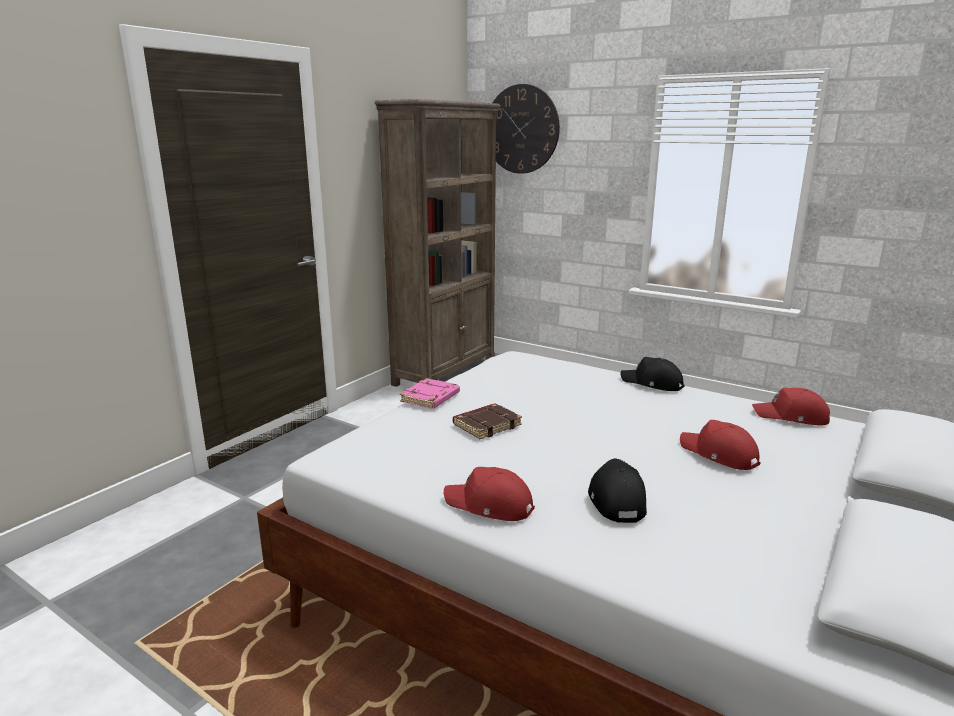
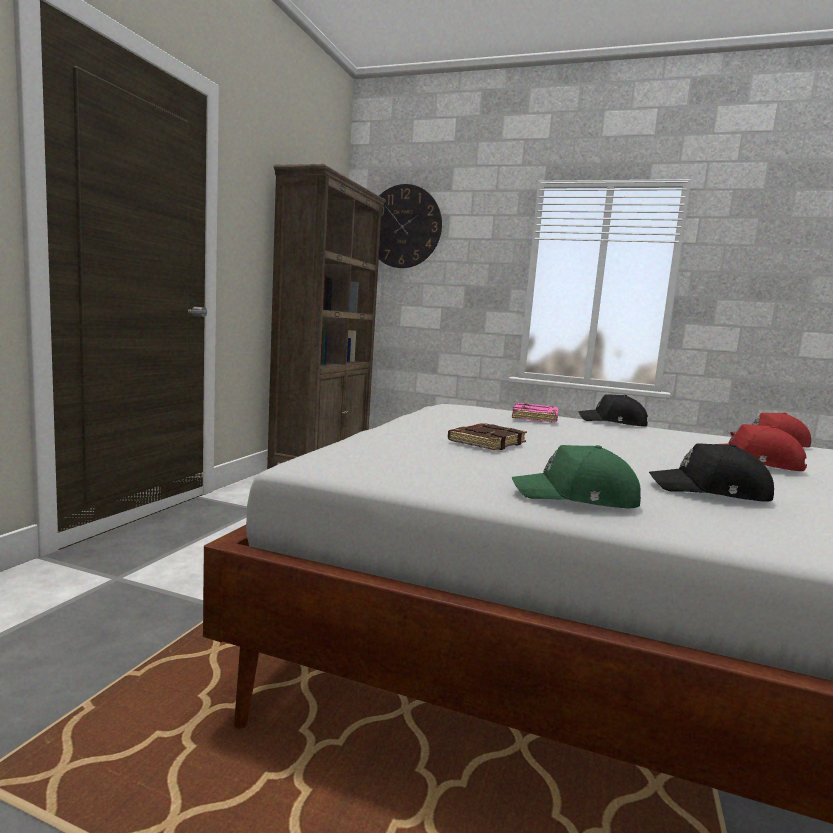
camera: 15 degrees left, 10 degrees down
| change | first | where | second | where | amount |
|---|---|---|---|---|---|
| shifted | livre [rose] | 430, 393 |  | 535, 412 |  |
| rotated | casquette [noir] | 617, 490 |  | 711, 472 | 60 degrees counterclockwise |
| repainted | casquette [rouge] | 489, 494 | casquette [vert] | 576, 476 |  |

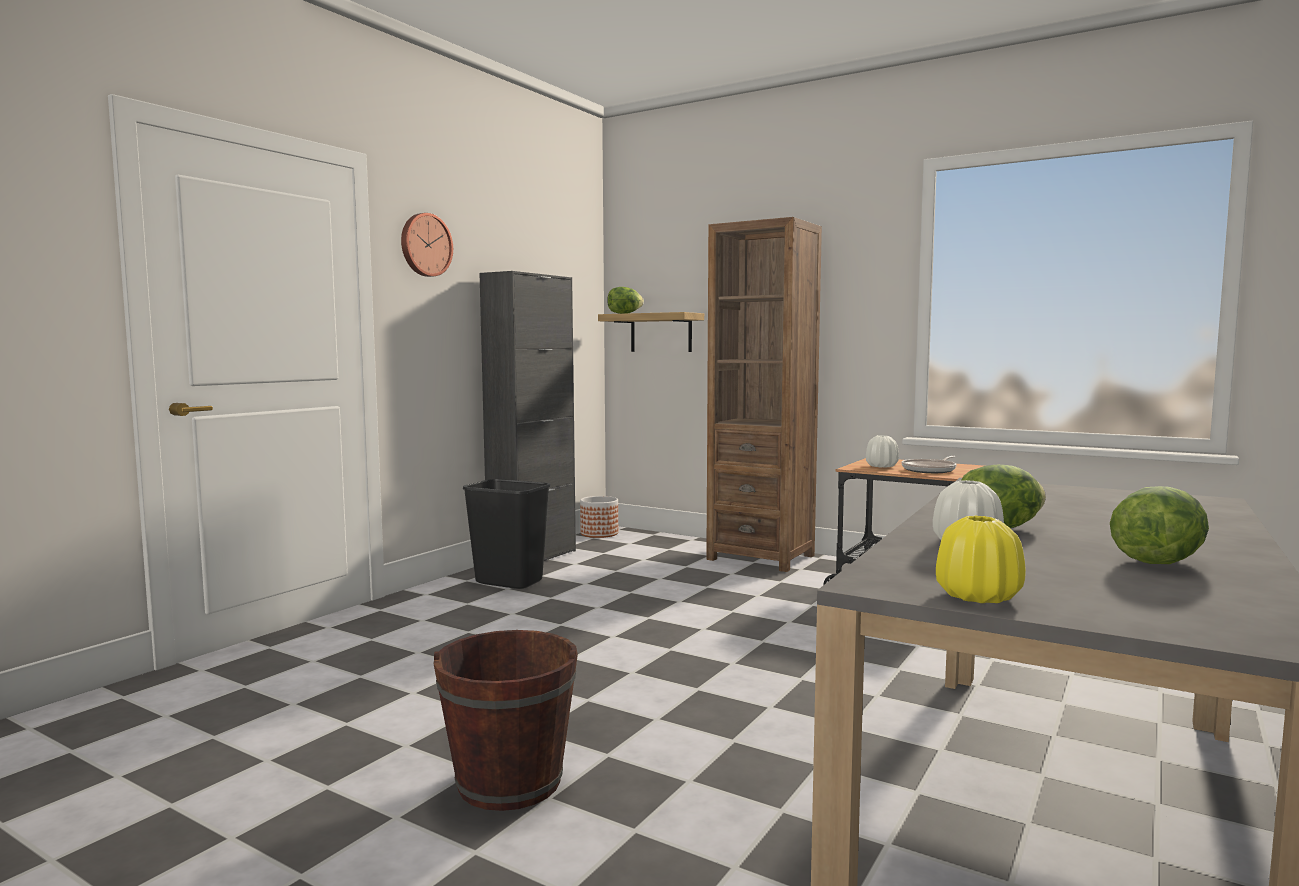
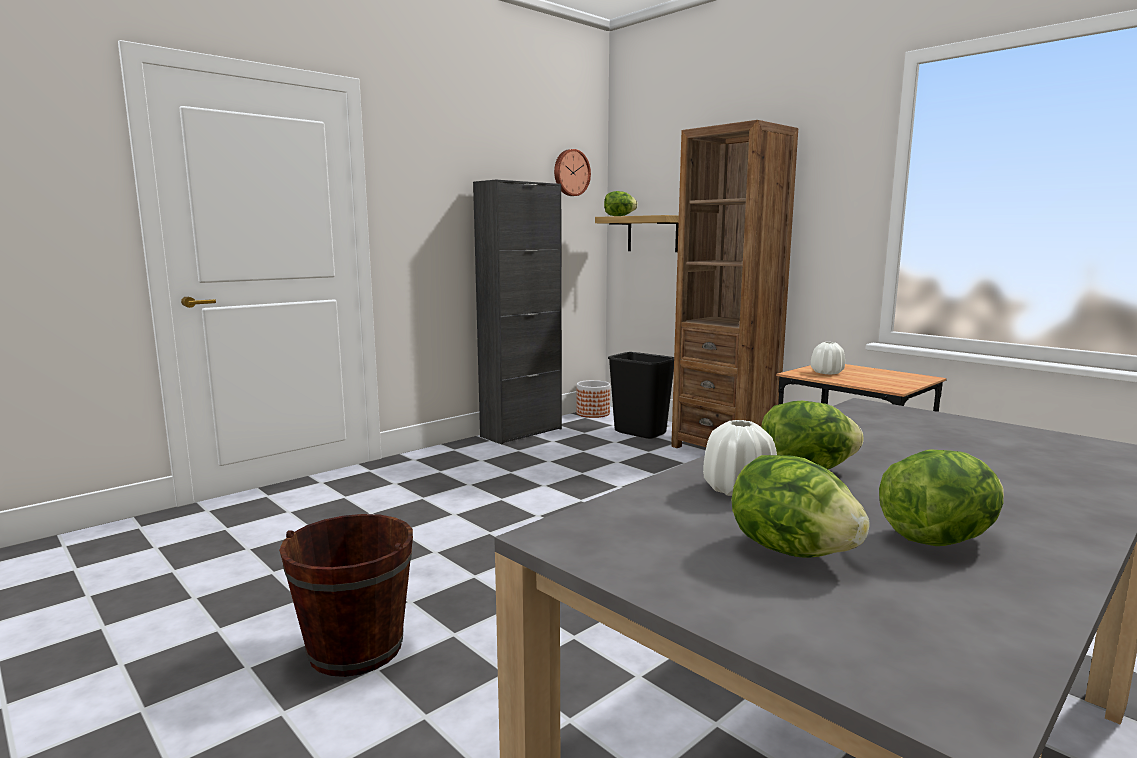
camera: 15 degrees right, 5 degrees up
| change | first | where | second | where | amount |
|---|---|---|---|---|---|
| shifted | horloge murale | 427, 245 |  | 572, 172 |  |
| gone | poêle | 929, 464 |  |  |  |
| shifted | poubelle [noir] | 506, 534 |  | 641, 395 |  |
| gone | vase [jaune] | 981, 559 |  |  |  |
| new |  |  | laitue | 800, 506 |  |

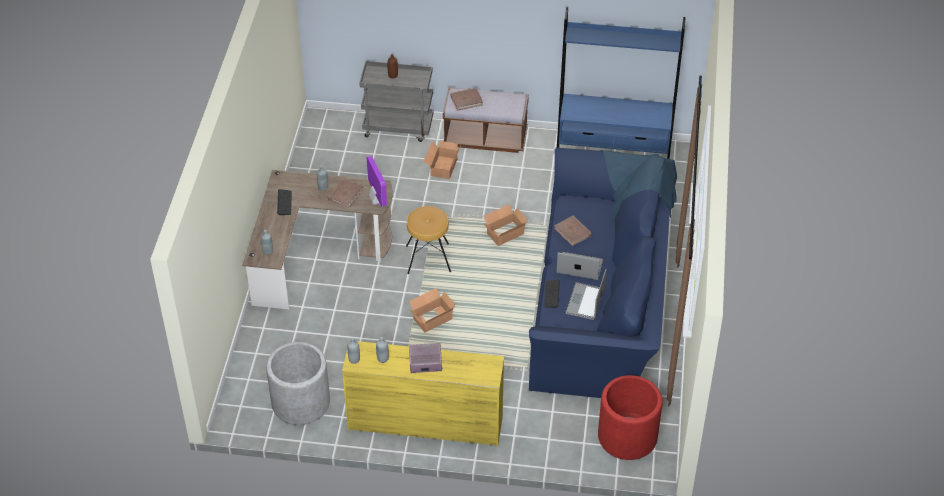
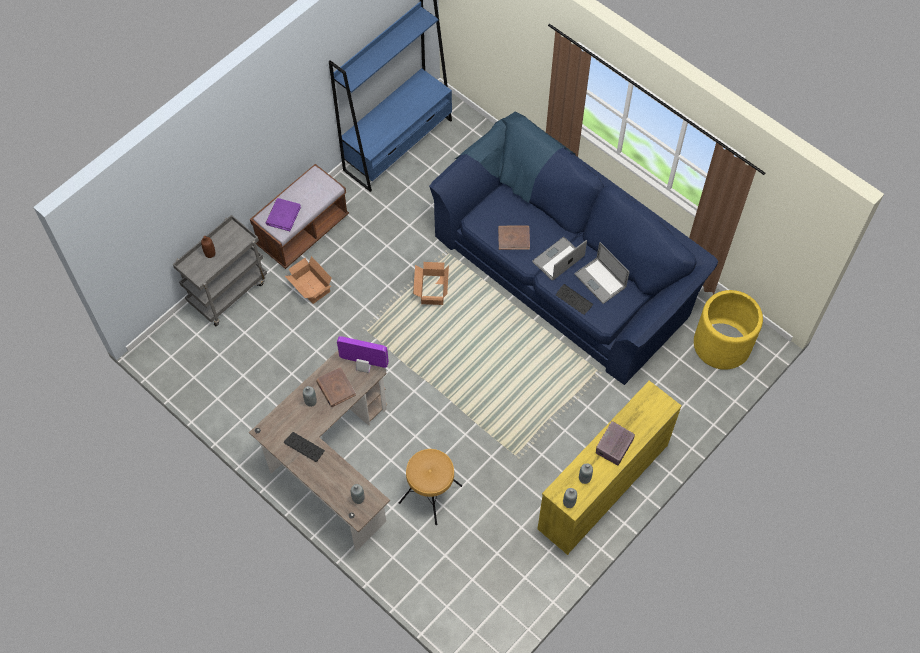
camera: 55 degrees left, 15 degrees up
| change | first | where | second | where | amount |
|---|---|---|---|---|---|
| repainted | livre [marron] | 466, 99 | livre [violet] | 283, 214 |  |
| shifted | tabouret [marron] | 428, 240 |  | 430, 487 |  |
| gone | carton | 432, 310 |  |  |  |
| gone | cache-pot [gris] | 298, 383 |  |  |  |
| repainted | cache-pot [rouge] | 630, 417 | cache-pot [jaune] | 728, 330 |  |

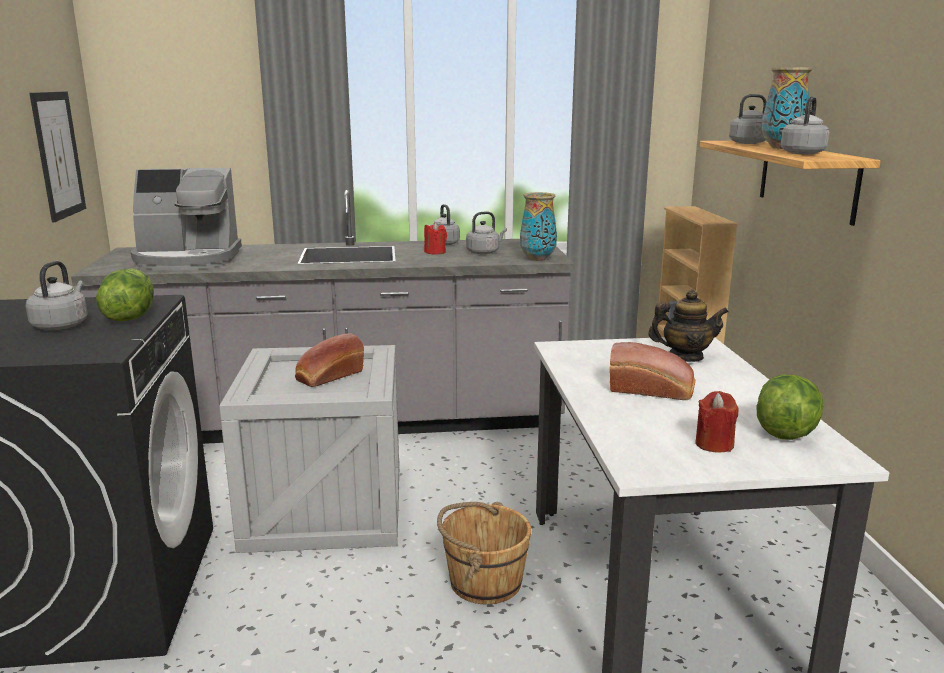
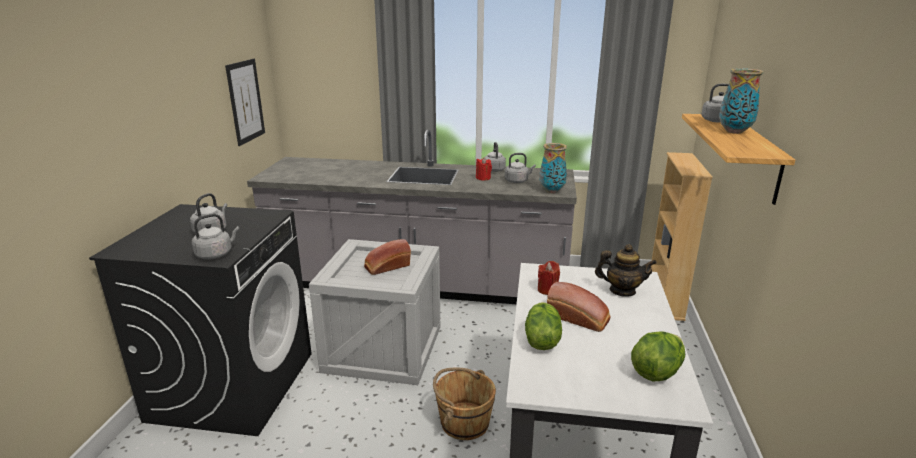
camera: 15 degrees right, 5 degrees up
| change | first | where | second | where | amount |
|---|---|---|---|---|---|
| shifted | bouilloire [gris] | 805, 125 |  | 215, 236 |  |
| gone | machine à café | 186, 219 |  |  |  |
| shifted | laitue | 125, 294 |  | 543, 326 |  |
| shifted | bougie [rouge] | 717, 421 |  | 549, 278 |  |

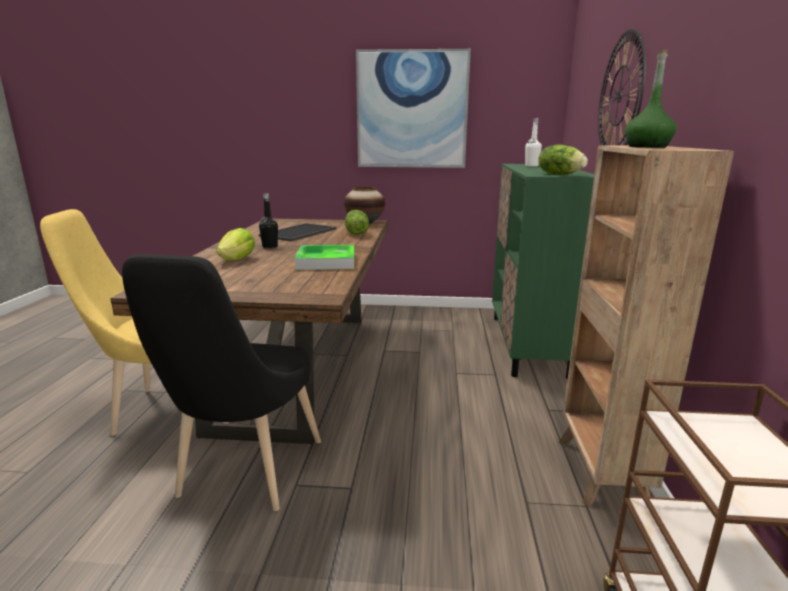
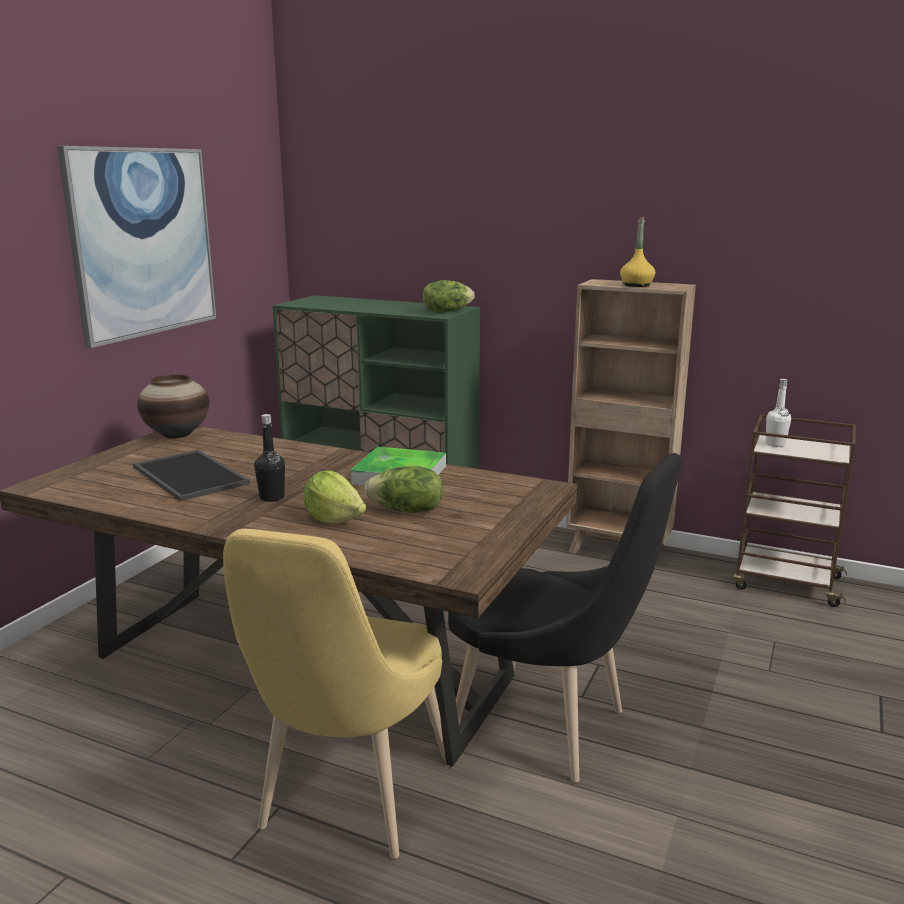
camera: 70 degrees left, 0 degrees up
| change | first | where | second | where | amount |
|---|---|---|---|---|---|
| gone | horloge murale | 622, 87 |  |  |  |
| repainted | bouteille [vert] | 651, 99 | bouteille [jaune] | 637, 252 |  |
| shifted | bouteille [blanc] | 533, 142 |  | 778, 413 |  |
| shifted | laitue | 357, 222 |  | 404, 489 |  |

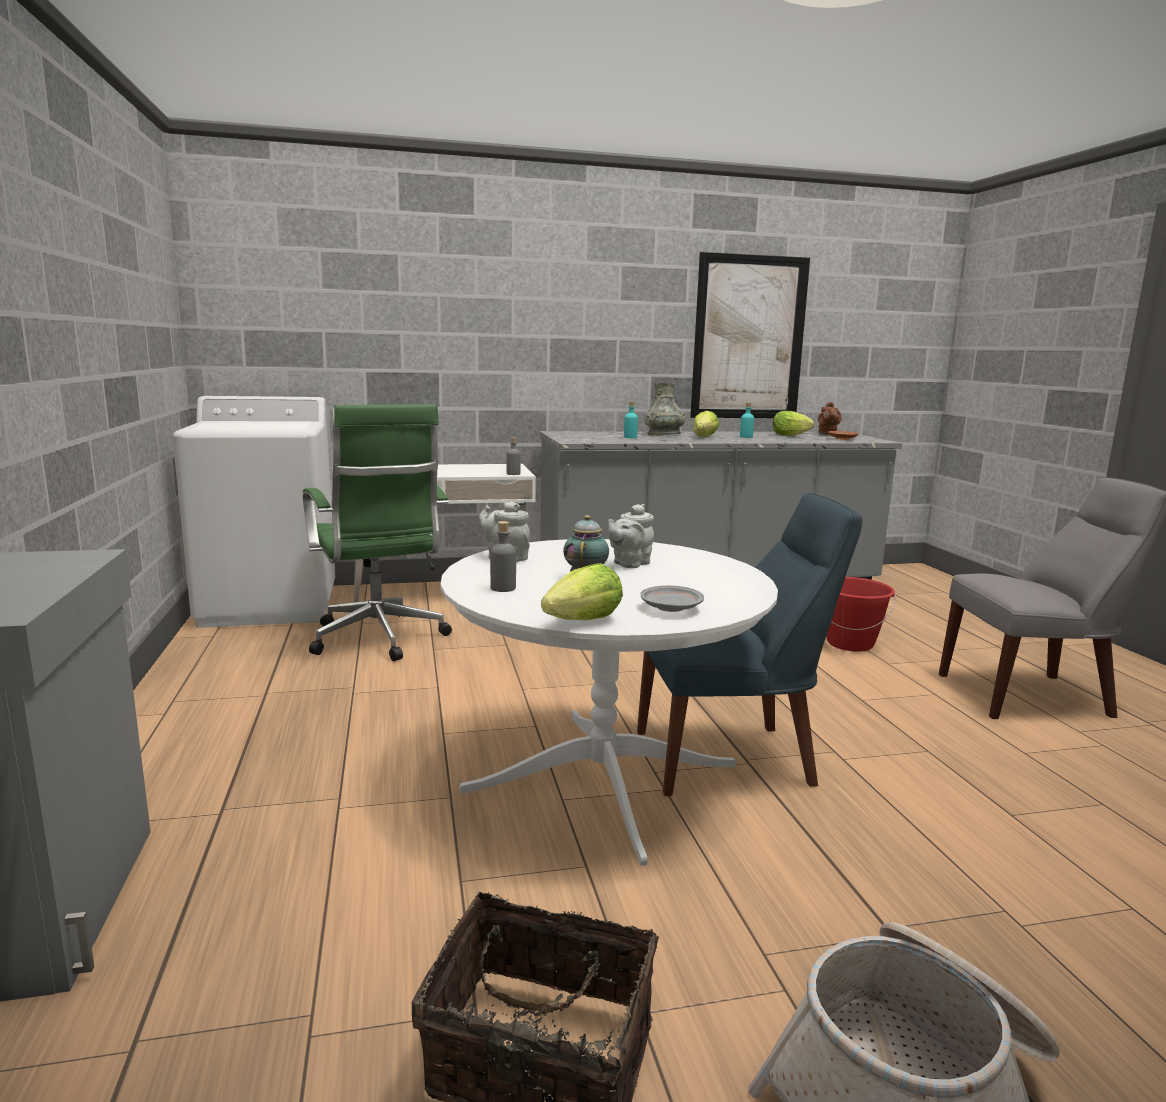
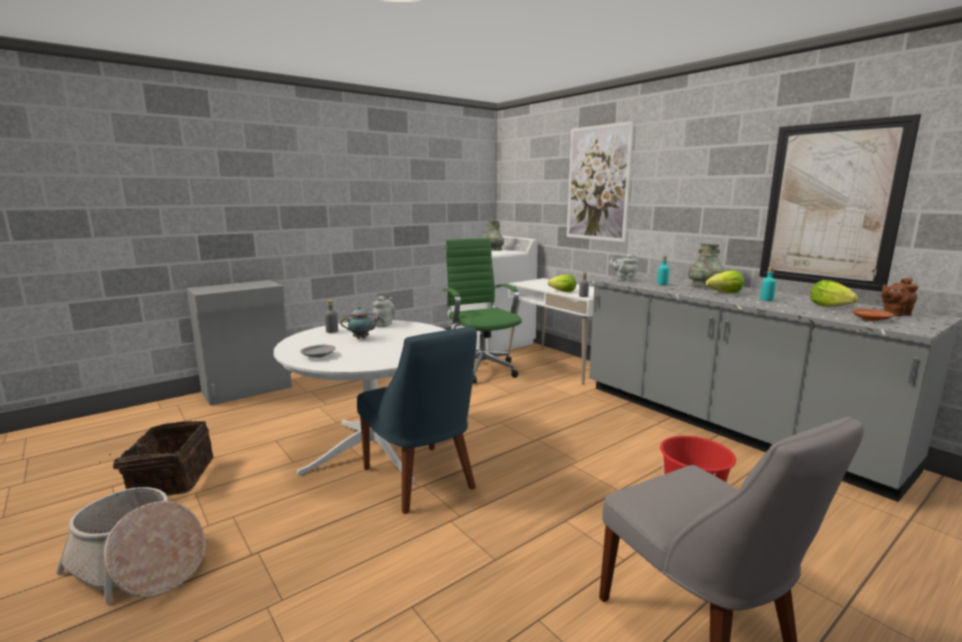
camera: 65 degrees right, 0 degrees up
| change | first | where | second | where | amount |
|---|---|---|---|---|---|
| rotated | chaise de bureau [vert] | 377, 532 |  | 482, 311 | 120 degrees clockwise |
| shifted | théière [gris] | 631, 536 |  | 623, 267 |  |
| shifted | laitue | 582, 591 |  | 562, 283 |  |
| new |  |  | tableau | 600, 181 |  |
| new |  |  | vase [gris] | 493, 235 |  |

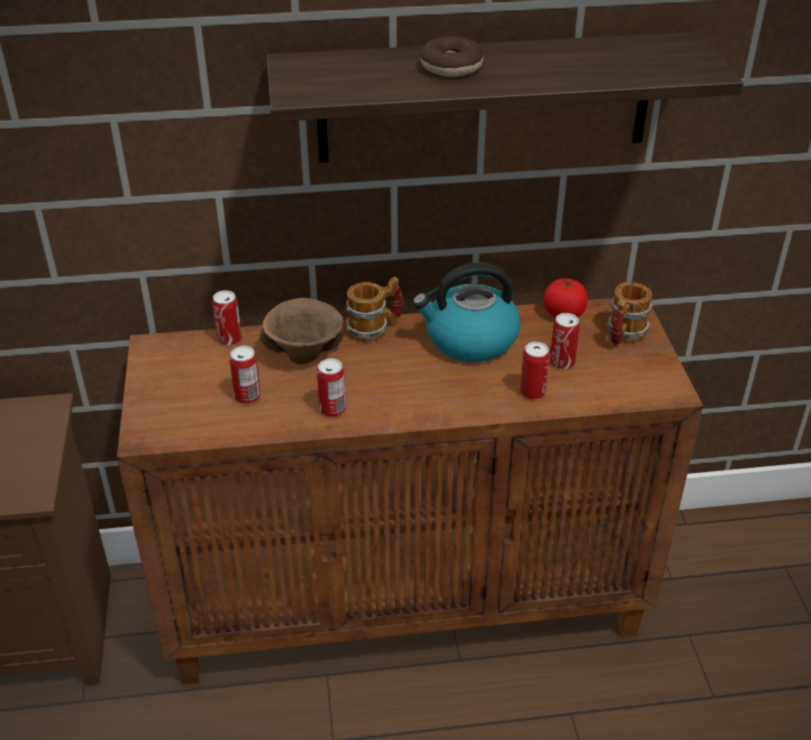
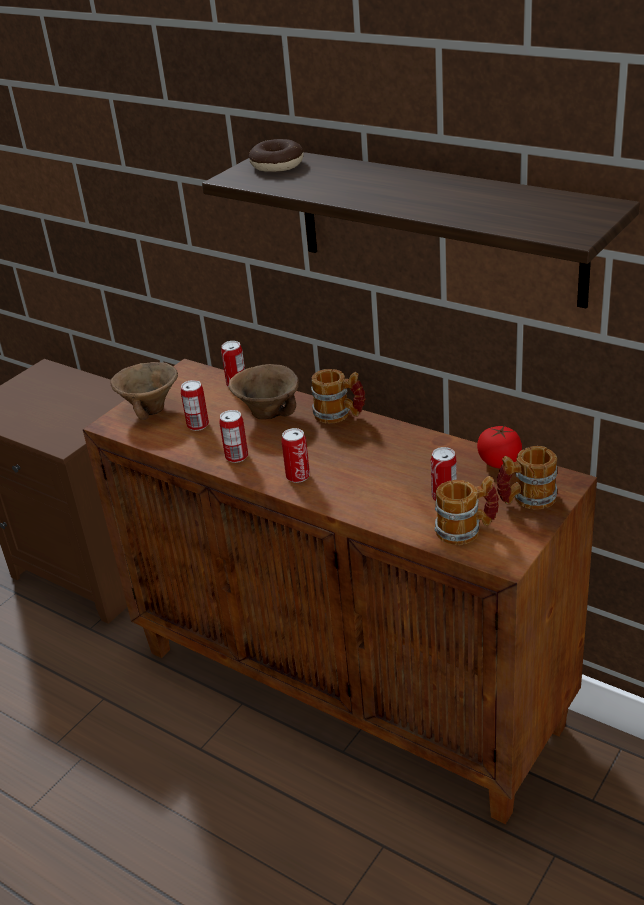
camera: 45 degrees right, 5 degrees down
| change | first | where | second | where | amount |
|---|---|---|---|---|---|
| shifted | beignet | 451, 56 |  | 276, 155 |  |
| gone | bouilloire | 467, 312 |  |  |  |
| shifted | boîte métallique | 535, 371 |  | 295, 455 |  |
| new |  |  | bol [marron] | 144, 391 |  |
| new |  |  | mug | 467, 510 |  |

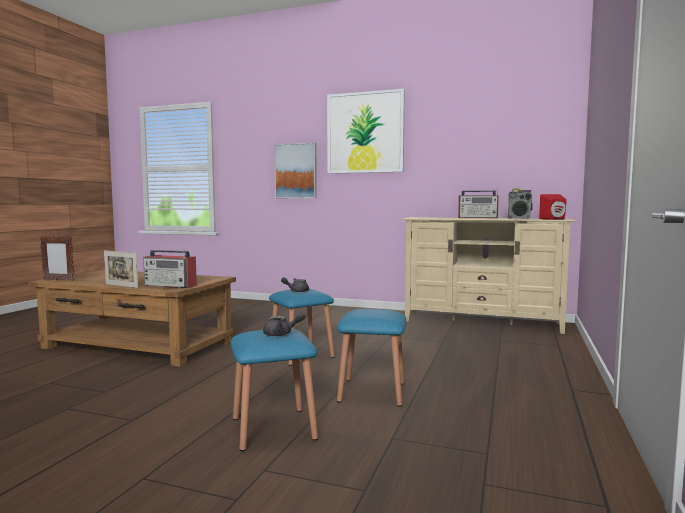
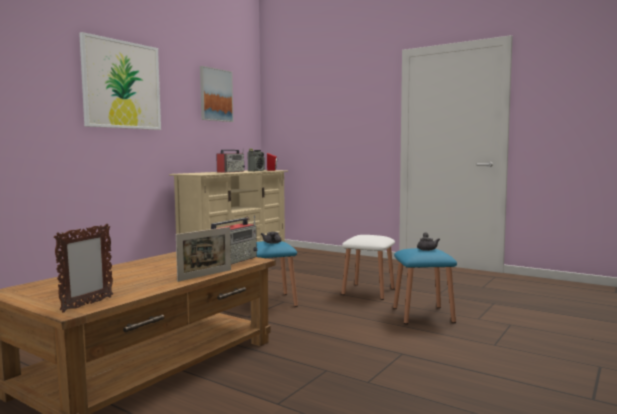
camera: 75 degrees left, 0 degrees up
| change | first | where | second | where | amount |
|---|---|---|---|---|---|
| shifted | tableau | 295, 170 |  | 216, 94 |  |
| repainted | tabouret [bleu] | 371, 358 | tabouret [blanc] | 368, 267 |  |

